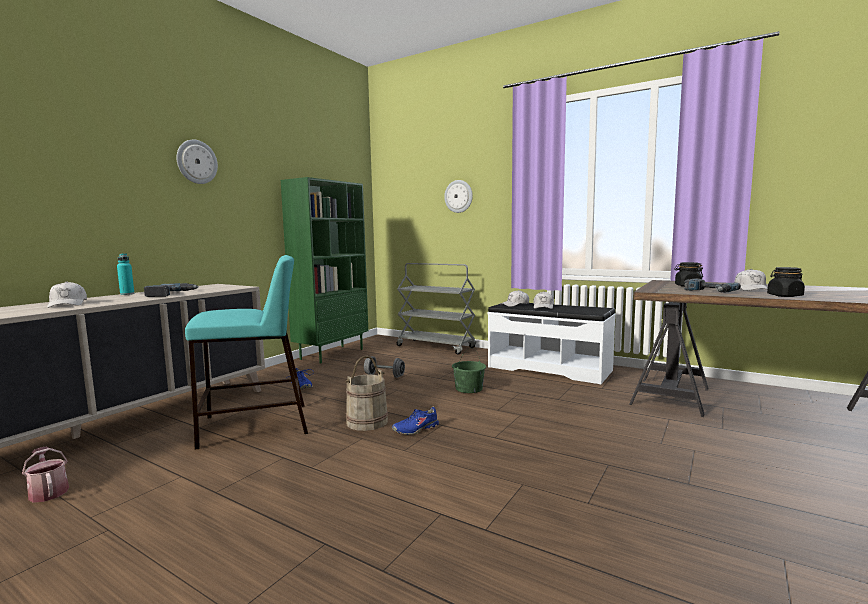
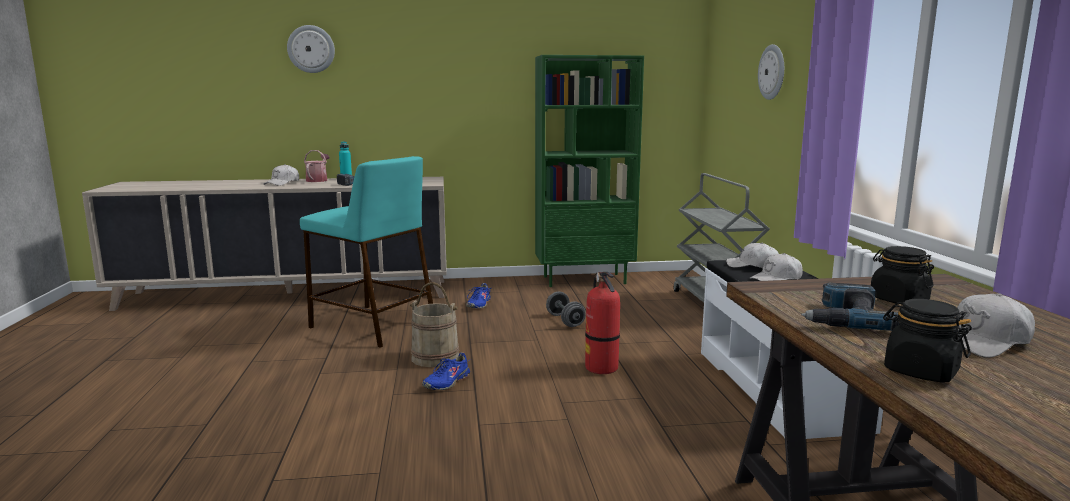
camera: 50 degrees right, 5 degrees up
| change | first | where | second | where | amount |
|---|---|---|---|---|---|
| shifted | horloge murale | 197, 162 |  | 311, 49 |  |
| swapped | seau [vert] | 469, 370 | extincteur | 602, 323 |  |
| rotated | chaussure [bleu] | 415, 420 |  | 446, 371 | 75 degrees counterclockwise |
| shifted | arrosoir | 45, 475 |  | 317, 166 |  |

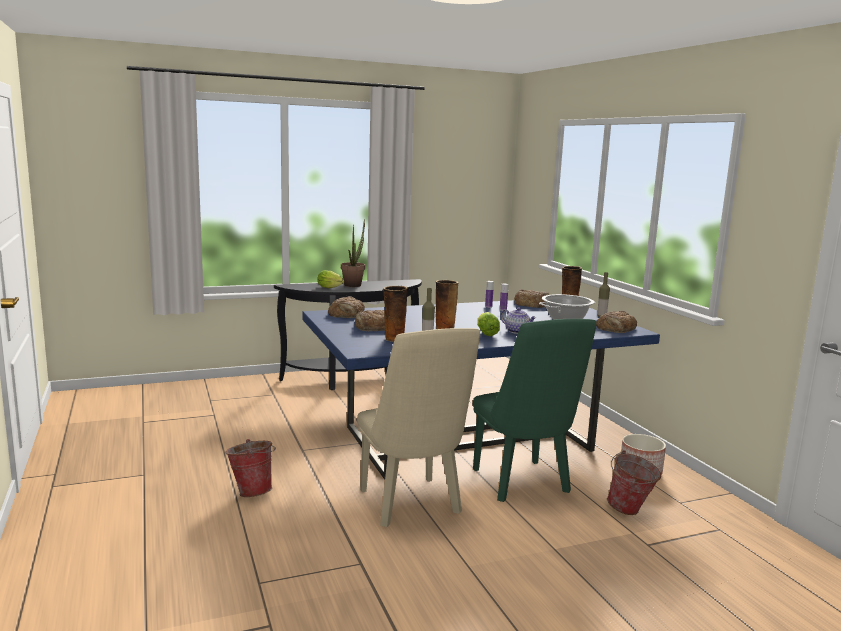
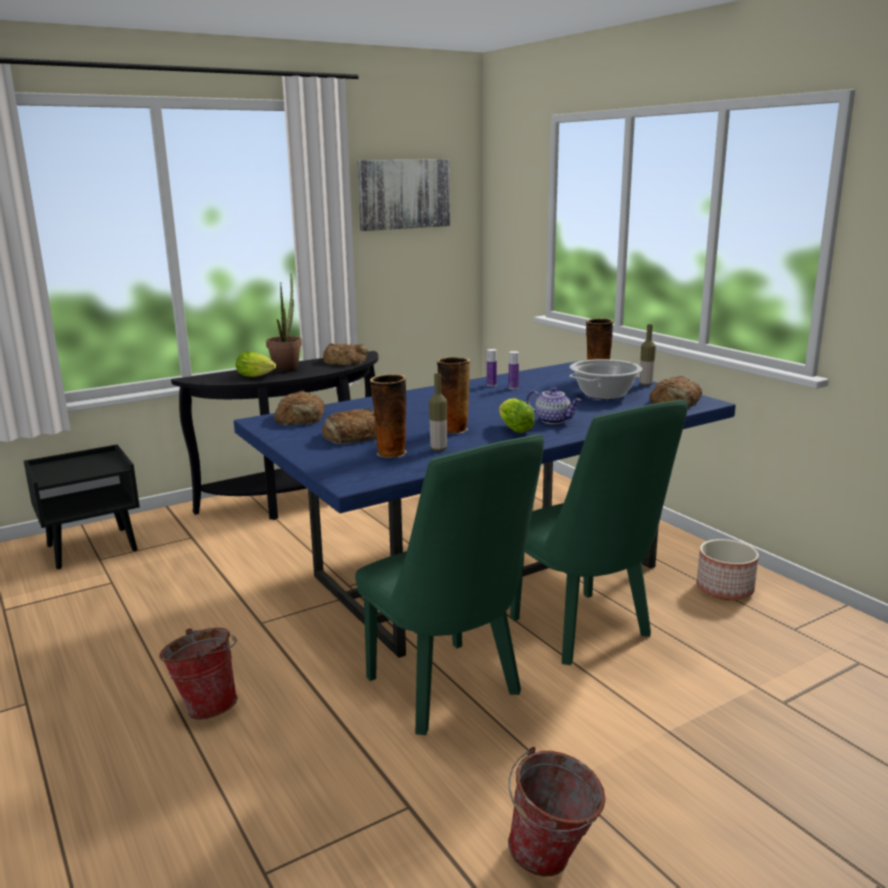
camera: 10 degrees left, 5 degrees up
| change | first | where | second | where | amount |
|---|---|---|---|---|---|
| shifted | pain | 532, 298 |  | 345, 354 |  |
| repainted | chaise [beige] | 418, 427 | chaise [vert] | 449, 584 |  |
| shifted | seau | 634, 482 |  | 557, 811 |  |
| new |  |  | tableau | 403, 195 |  |
| new |  |  | table de chevet [noir] | 82, 506 |  |

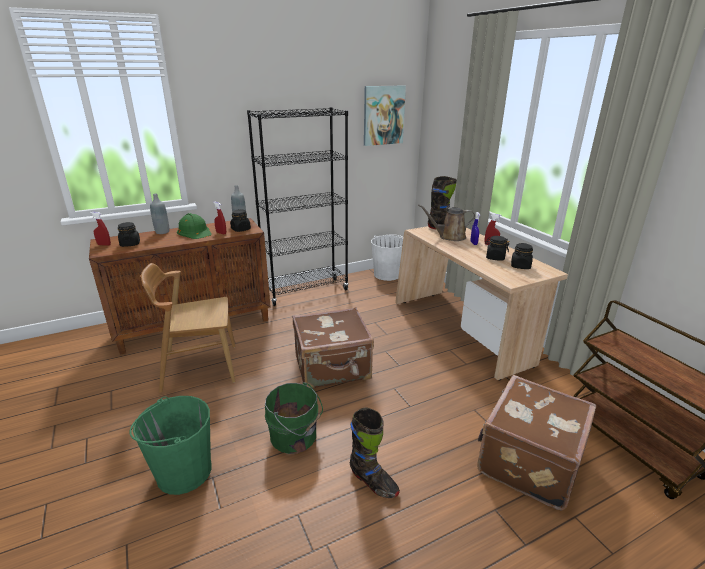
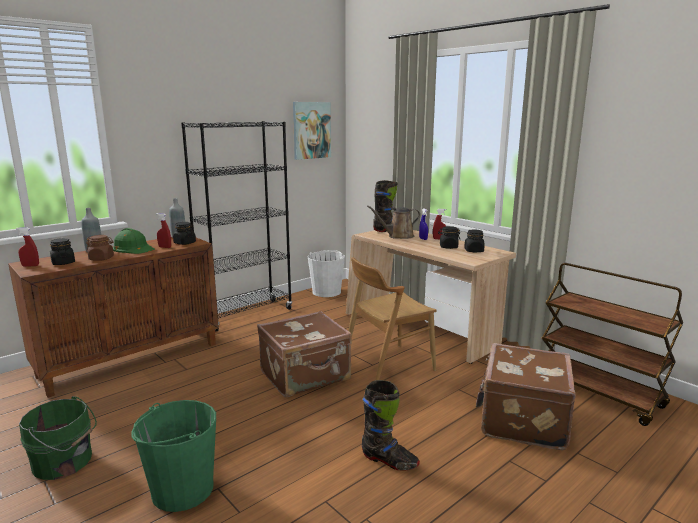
camera: 15 degrees left, 10 degrees down
| change | first | where | second | where | amount |
|---|---|---|---|---|---|
| shifted | chaise [marron] | 188, 328 |  | 392, 318 |  |
| shifted | seau [vert] | 294, 418 |  | 58, 438 |  |
| new |  |  | bocal [marron] | 100, 248 |  |

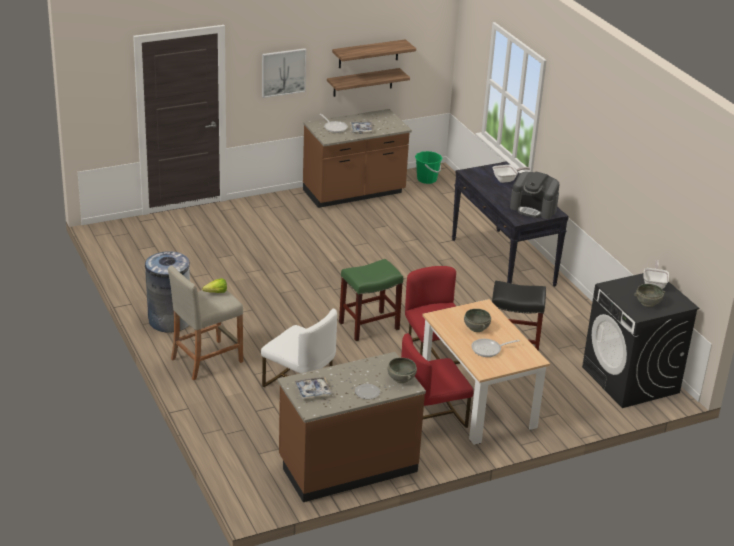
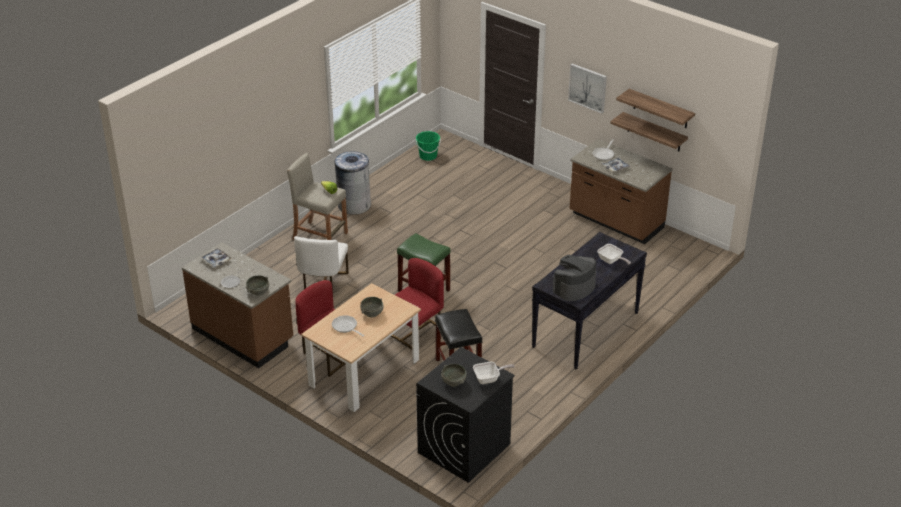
camera: 65 degrees right, 5 degrees up
| change | first | where | second | where | amount |
|---|---|---|---|---|---|
| shifted | seau [vert] | 428, 167 |  | 428, 146 |  |
| rotated | machine à café | 535, 195 |  | 574, 278 | 45 degrees clockwise |

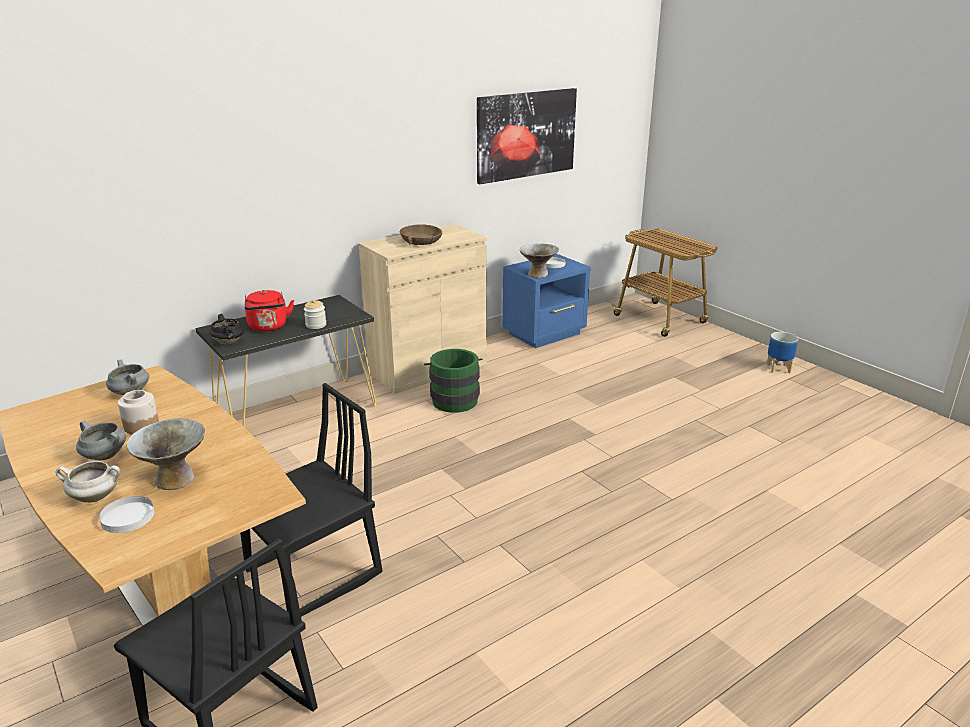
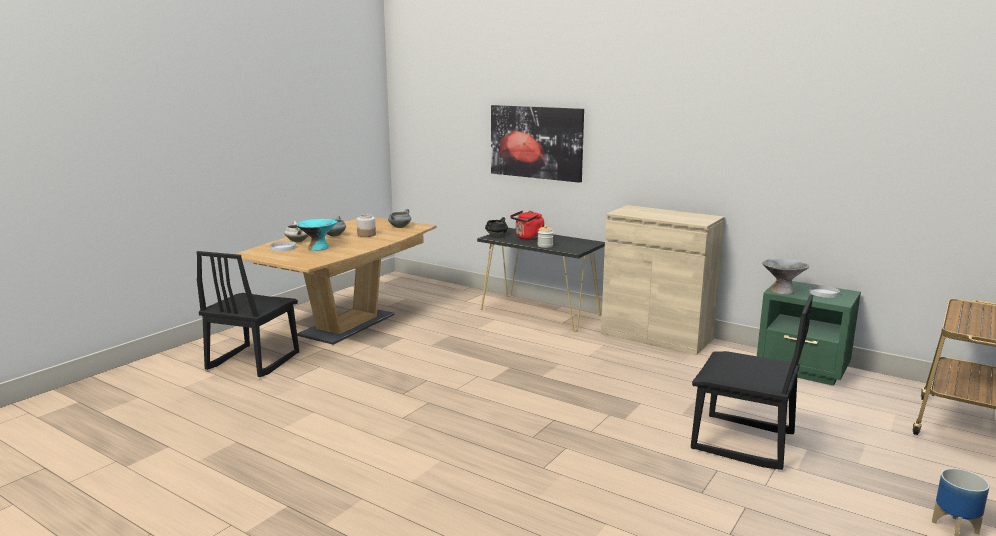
camera: 70 degrees right, 10 degrees down
| change | first | where | second | where | amount |
|---|---|---|---|---|---|
| shifted | tableau | 527, 136 |  | 537, 144 |  |
| gone | bol [marron] | 421, 234 |  |  |  |
| repainted | table de chevet [bleu] | 546, 301 | table de chevet [vert] | 809, 333 |  |
| gone | seau [vert] | 453, 381 |  |  |  |
| shifted | chaise [noir] | 311, 500 |  | 752, 382 |  |
| repainted | bol [gris] | 166, 454 | bol [turquoise] | 317, 235 |  |

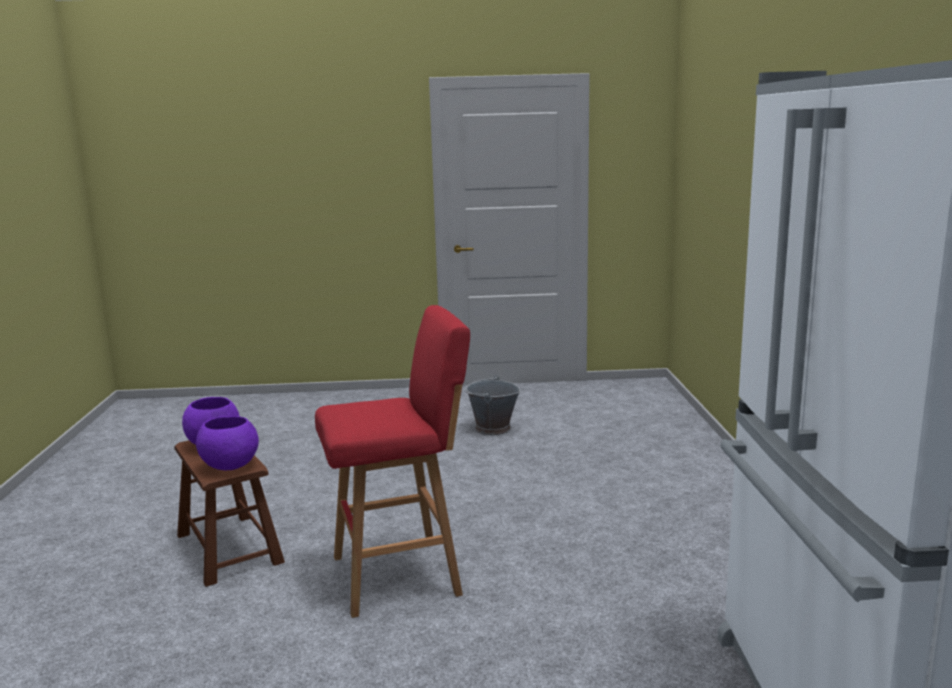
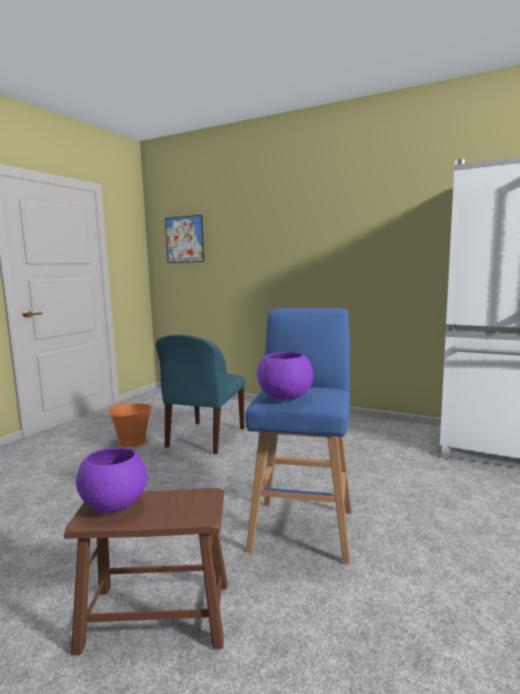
camera: 60 degrees left, 5 degrees down
| change | first | where | second | where | amount |
|---|---|---|---|---|---|
| repainted | tabouret [rouge] | 392, 461 | tabouret [bleu] | 298, 436 |  |
| repainted | seau [gris] | 493, 405 | seau [orange] | 130, 424 |  |
| shifted | bol [violet] | 227, 443 |  | 285, 376 |  |
| new |  |  | tableau | 184, 239 |  |
| new |  |  | chaise [bleu] | 200, 394 |  |

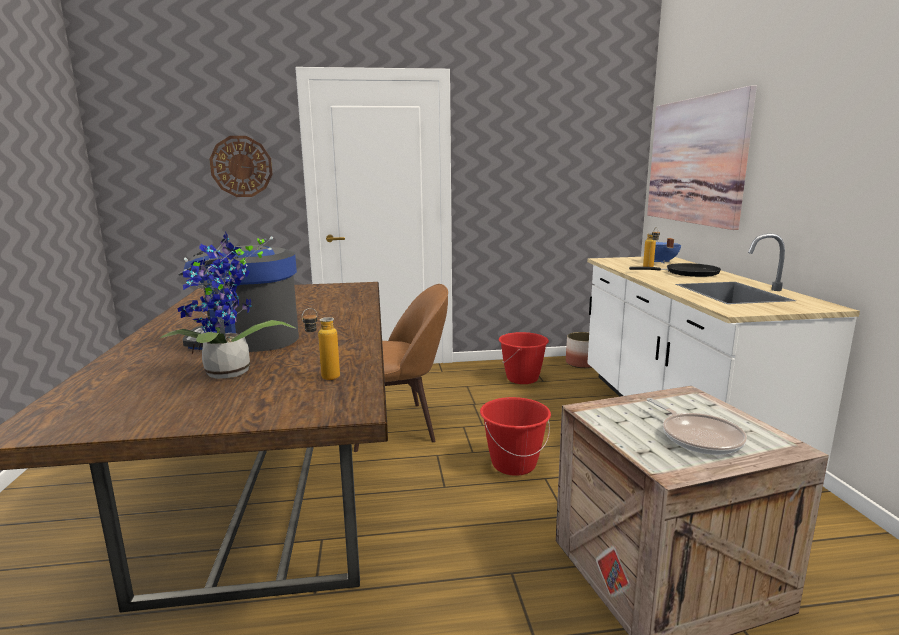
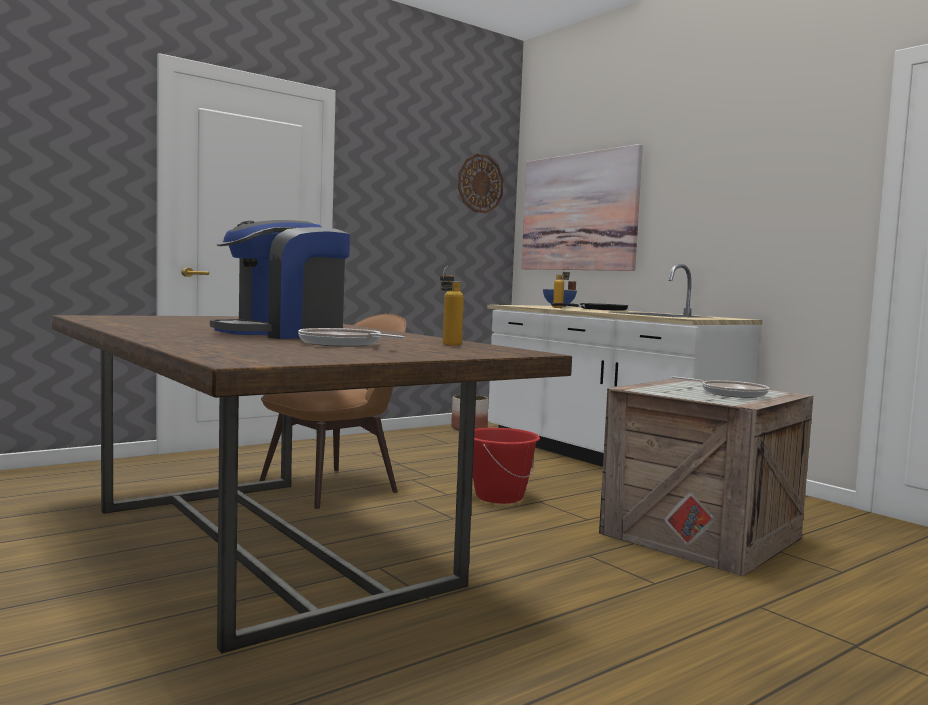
camera: 30 degrees left, 10 degrees down
| change | first | where | second | where | amount |
|---|---|---|---|---|---|
| shifted | horloge murale | 241, 166 |  | 481, 183 |  |
| swapped | plante en pot | 228, 305 | poêle | 351, 337 |  |
| gone | seau [rouge] | 524, 358 |  |  |  |

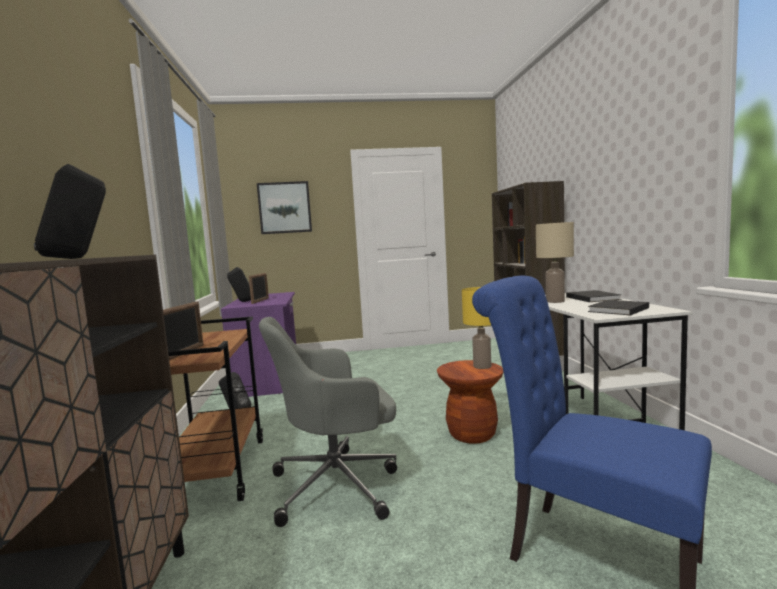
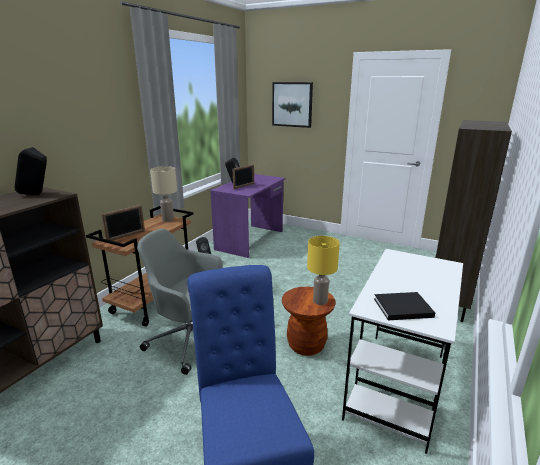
camera: 35 degrees right, 15 degrees up
| change | first | where | second | where | amount |
|---|---|---|---|---|---|
| shifted | lampe de table [beige] | 555, 262 |  | 163, 194 |  |
| gone | livre [noir] | 593, 296 |  |  |  |

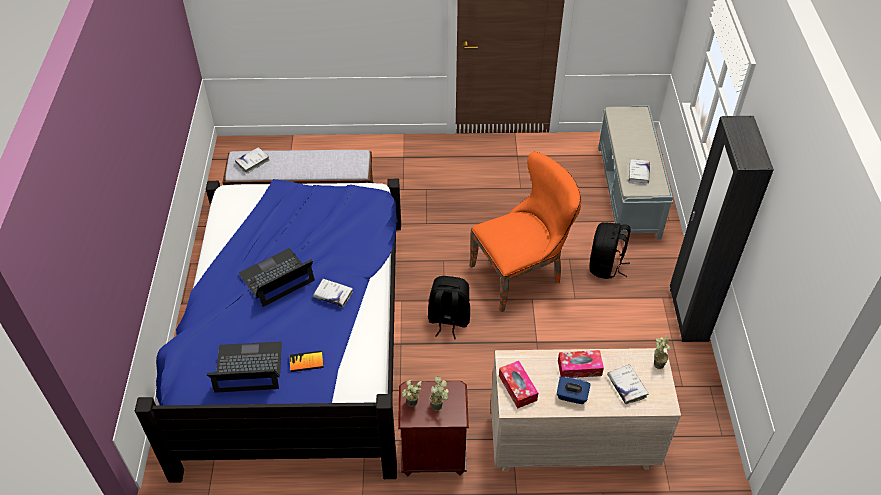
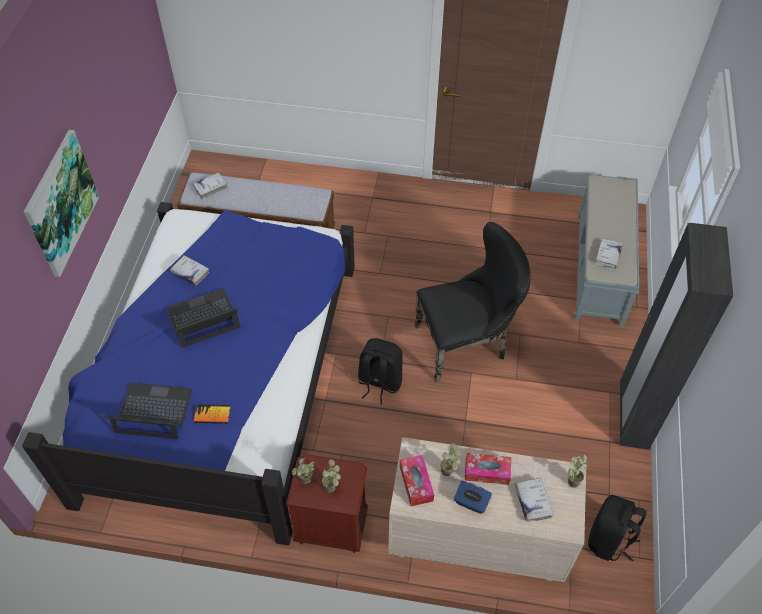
camera: 10 degrees right, 5 degrees up
| change | first | where | second | where | amount |
|---|---|---|---|---|---|
| repainted | chaise [orange] | 525, 232 | chaise [noir] | 472, 302 |  |
| shifted | sac à dos [noir] | 609, 250 |  | 617, 528 |  |
| shifted | livre [blanc] | 333, 293 |  | 190, 270 |  |
| new |  |  | tableau | 61, 203 |  |
| new |  |  | plante en pot | 450, 459 |  |

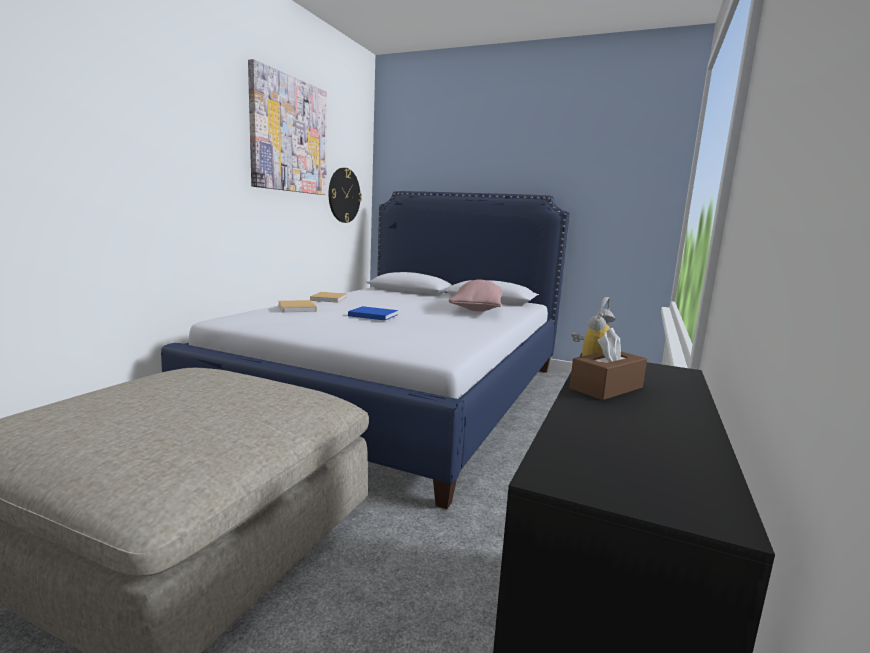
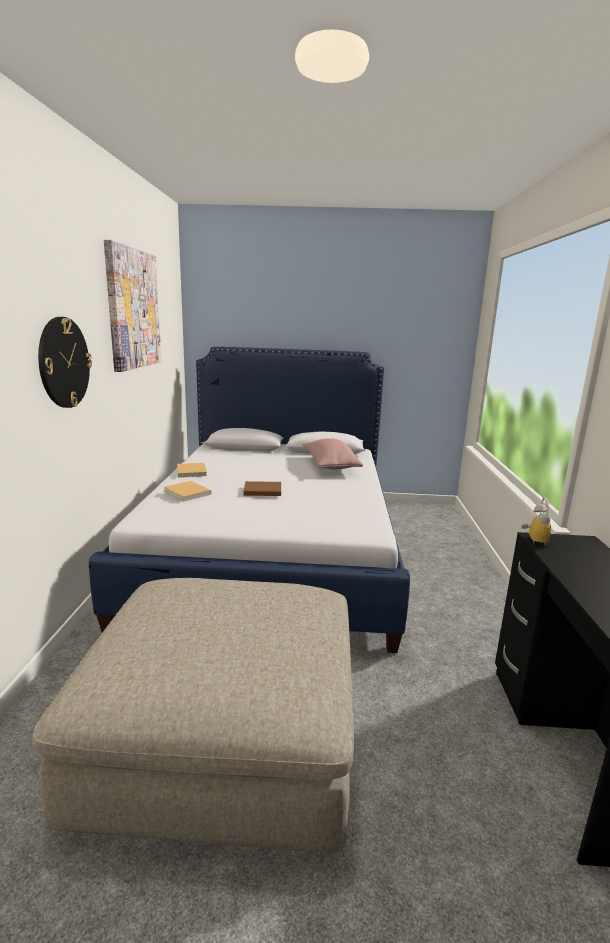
camera: 20 degrees left, 5 degrees up
| change | first | where | second | where | amount |
|---|---|---|---|---|---|
| shifted | horloge murale | 345, 195 |  | 65, 362 |  |
| repainted | livre [bleu] | 373, 313 | livre [marron] | 262, 488 |  |
| gone | boîte à mouchoirs [marron] | 608, 364 |  |  |  |

